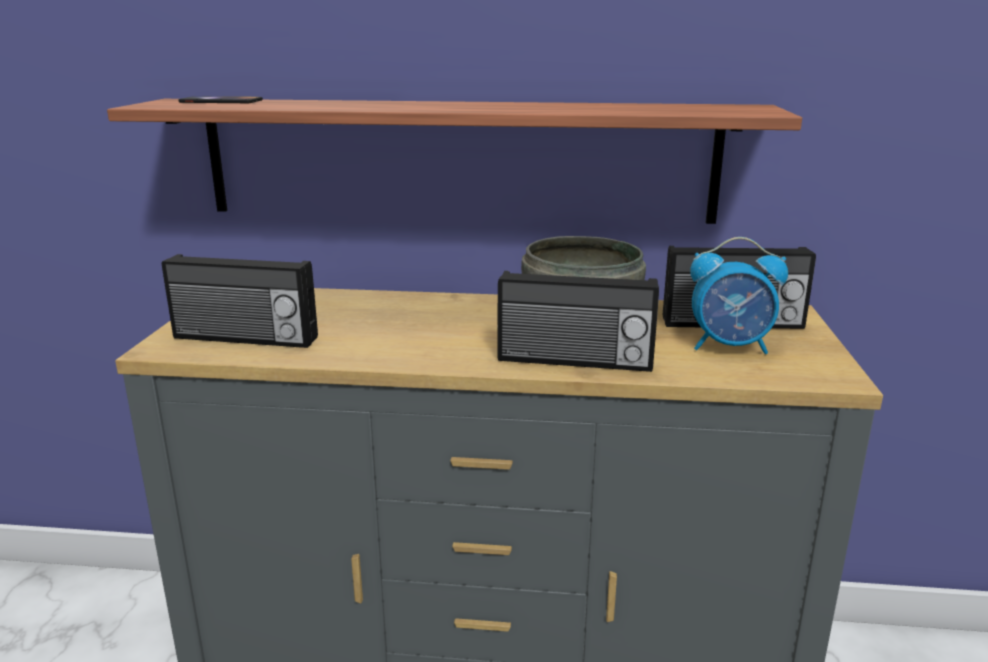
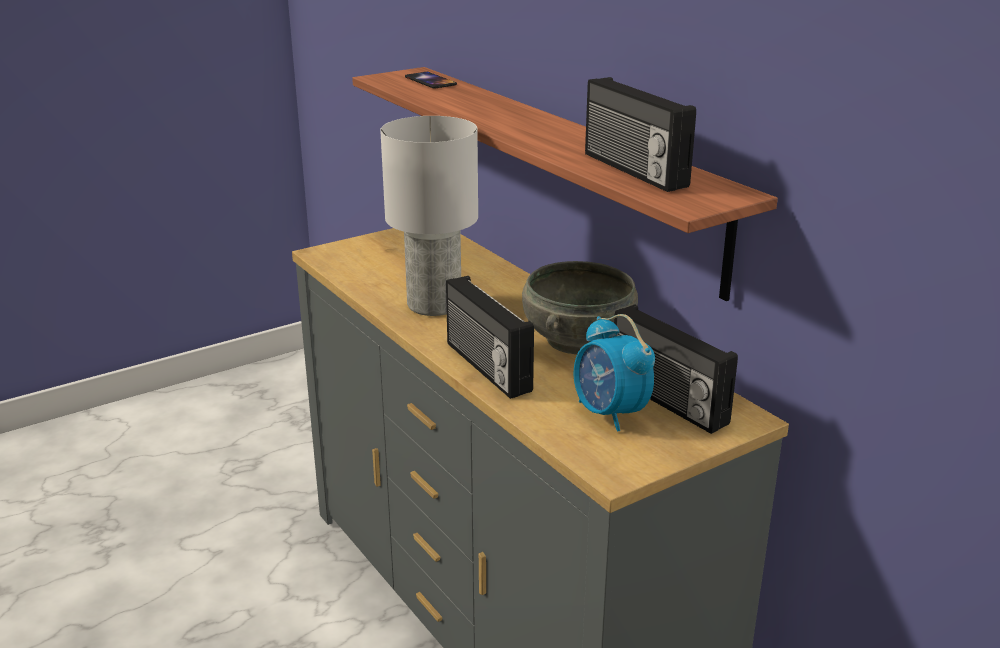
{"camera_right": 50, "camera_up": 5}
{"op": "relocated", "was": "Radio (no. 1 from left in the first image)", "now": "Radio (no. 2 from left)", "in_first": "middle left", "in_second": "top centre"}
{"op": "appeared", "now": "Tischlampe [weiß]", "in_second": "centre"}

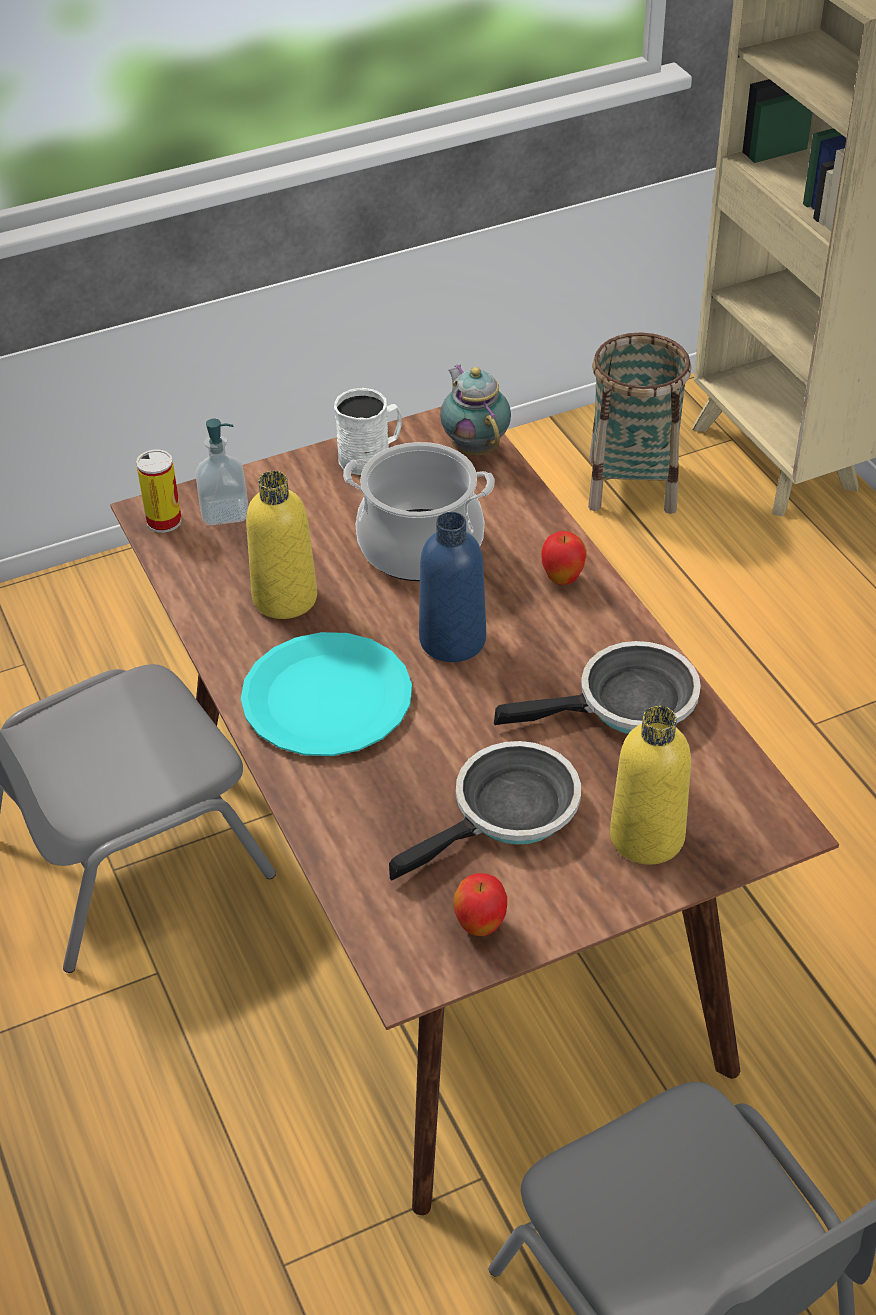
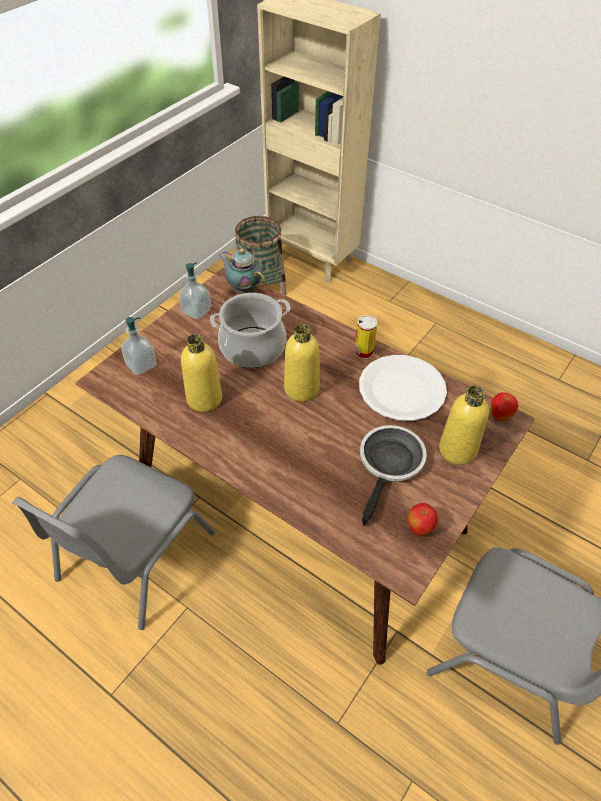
{"camera_right": -30, "camera_up": 5}
{"op": "exchanged", "was": "Henkelbecher [weiß]", "now": "Seifenspender (no. 2 from left)", "in_first": "top centre", "in_second": "middle left"}
{"op": "relocated", "was": "Dose", "in_first": "middle left", "in_second": "centre"}
{"op": "colour", "was": "Flasche [blau]", "now": "Flasche [gelb] (no. 2 from left)", "in_first": "centre", "in_second": "centre"}
{"op": "relocated", "was": "Apfel (no. 2 from left)", "in_first": "centre", "in_second": "middle right"}
{"op": "missing", "was": "Teller [türkis]", "in_first": "centre"}
{"op": "exchanged", "was": "Pfanne (no. 2 from left)", "now": "Teller [weiß]", "in_first": "middle right", "in_second": "middle right"}

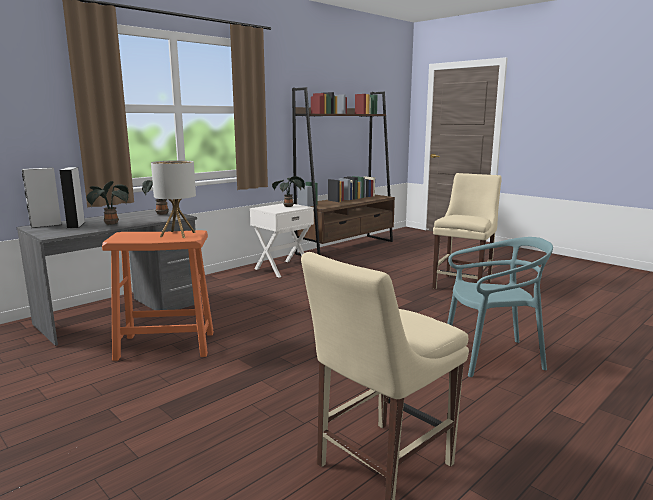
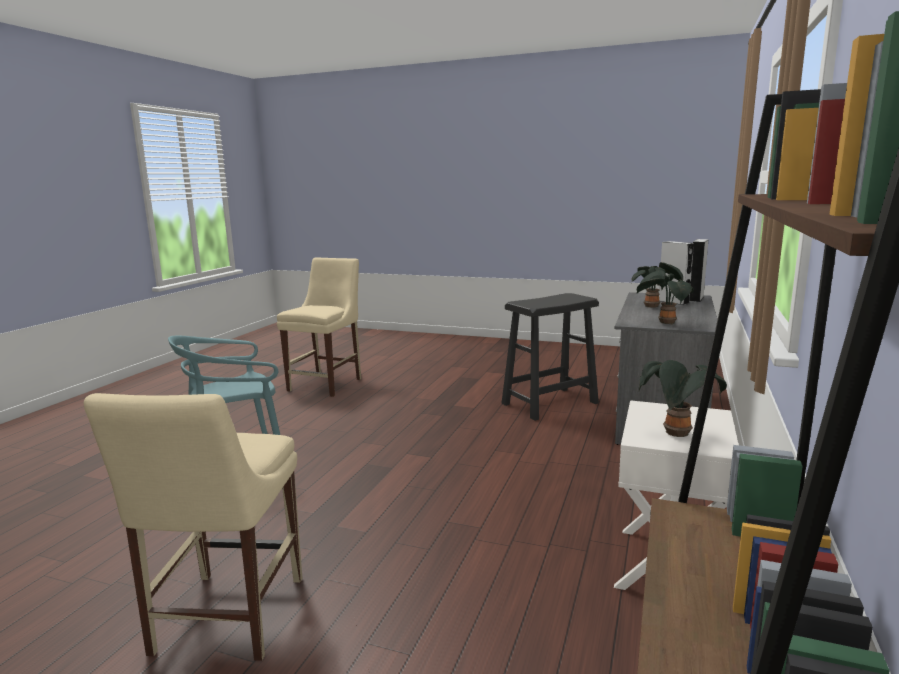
{"camera_right": 155, "camera_up": 0}
{"op": "missing", "was": "Tischlampe", "in_first": "middle left"}
{"op": "colour", "was": "Hocker [orange]", "now": "Hocker [schwarz]", "in_first": "middle left", "in_second": "centre"}

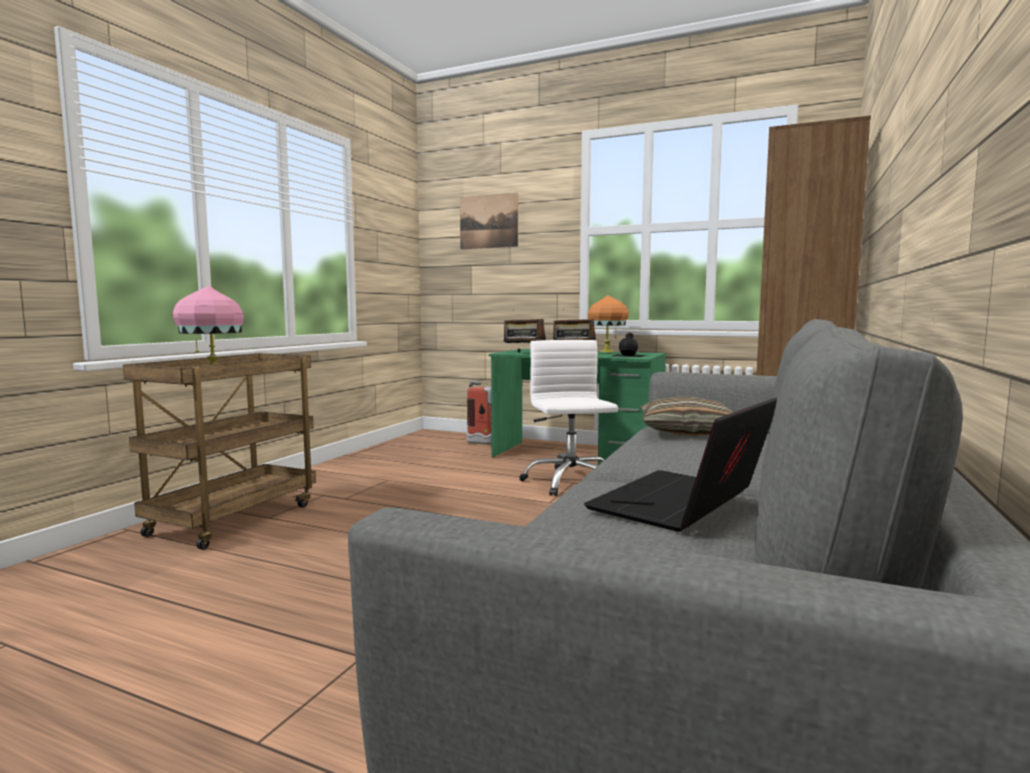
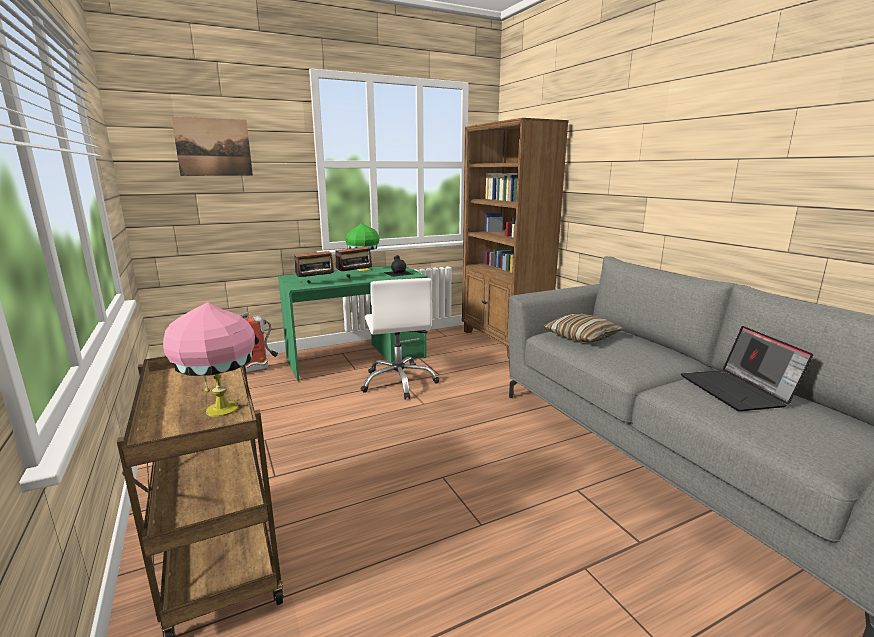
{"camera_right": -50, "camera_up": 10}
{"op": "colour", "was": "Tischlampe [orange]", "now": "Tischlampe [grün]", "in_first": "centre", "in_second": "centre"}
{"op": "spun", "was": "Bürostuhl [weiß]", "in_first": "centre", "in_second": "centre", "clockwise": -135}

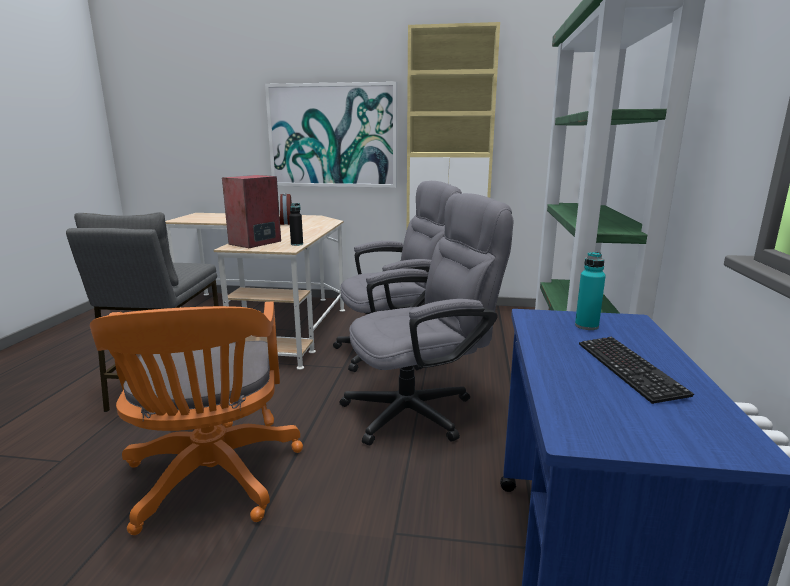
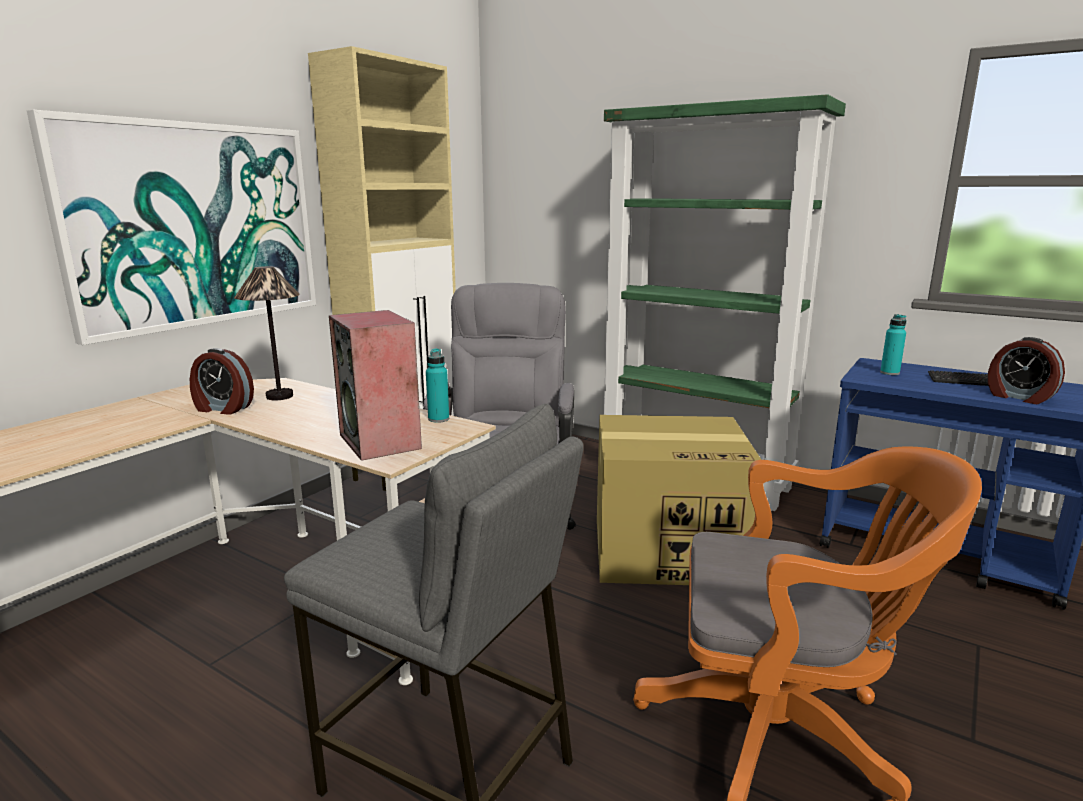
{"camera_right": -65, "camera_up": 0}
{"op": "exchanged", "was": "Bürostuhl [grau] (no. 2 from left)", "now": "Karton", "in_first": "centre", "in_second": "centre"}
{"op": "colour", "was": "Flasche [schwarz]", "now": "Flasche [türkis] (no. 1 from left)", "in_first": "centre", "in_second": "centre"}
{"op": "appeared", "now": "Tischlampe", "in_second": "middle left"}
{"op": "appeared", "now": "Wecker (no. 2 from left)", "in_second": "middle right"}

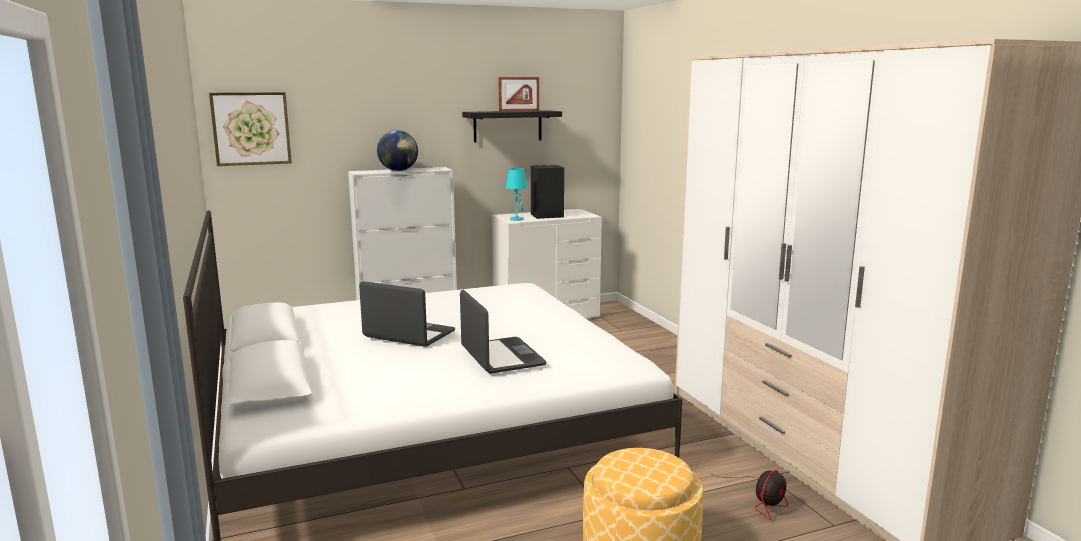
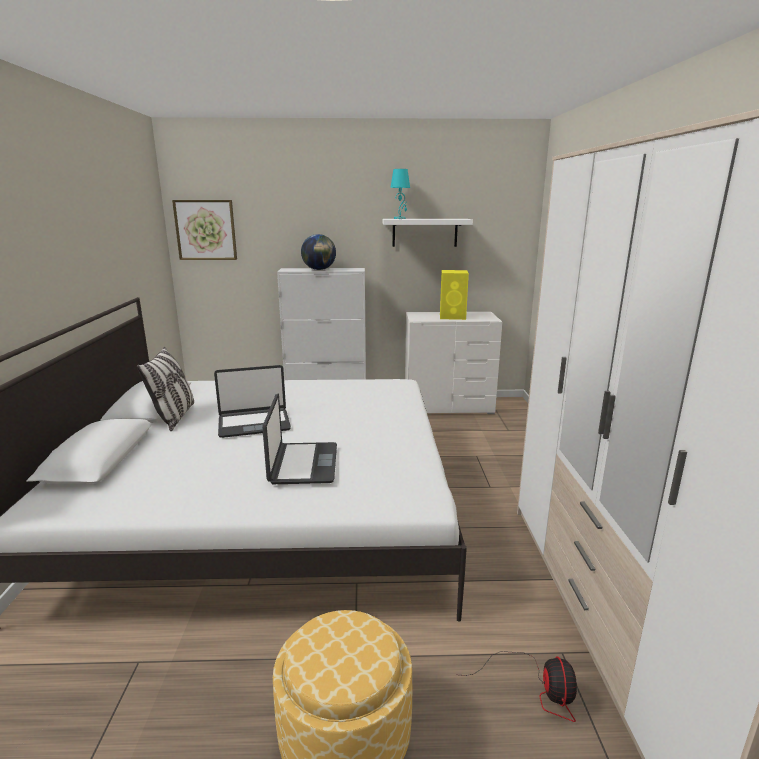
{"camera_right": 20, "camera_up": 5}
{"op": "missing", "was": "Bilderrahmen", "in_first": "top centre"}
{"op": "colour", "was": "Wandregal [schwarz]", "now": "Wandregal [weiß]", "in_first": "top centre", "in_second": "top centre"}
{"op": "colour", "was": "Lautsprecher [schwarz]", "now": "Lautsprecher [gelb]", "in_first": "centre", "in_second": "centre"}
{"op": "relocated", "was": "Tischlampe [türkis]", "in_first": "centre", "in_second": "top centre"}
{"op": "spun", "was": "Laptop (no. 1 from left)", "in_first": "centre", "in_second": "middle left", "clockwise": 120}
{"op": "spun", "was": "Ventilator", "in_first": "bottom right", "in_second": "bottom right", "clockwise": -60}
{"op": "appeared", "now": "Kissen", "in_second": "middle left"}

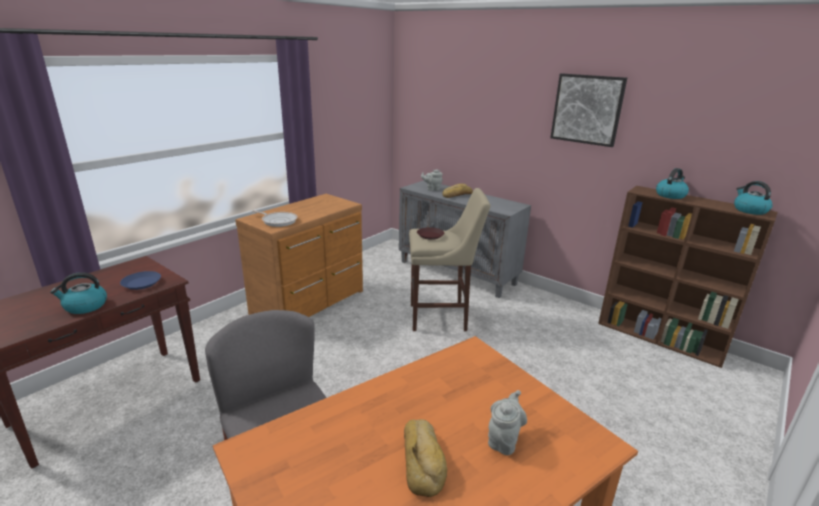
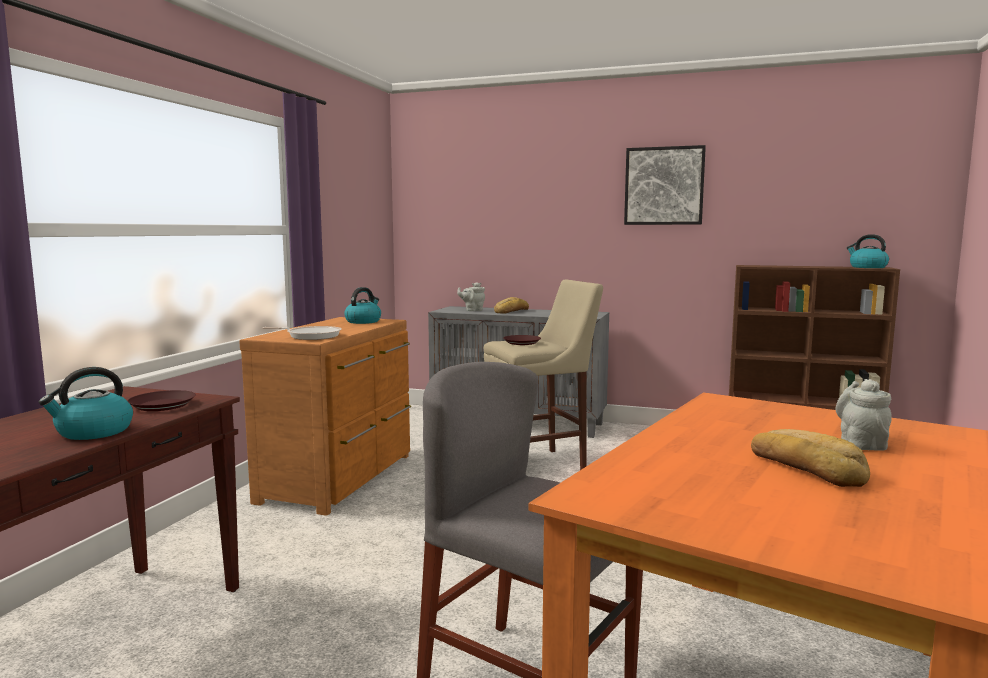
{"camera_right": -20, "camera_up": -15}
{"op": "relocated", "was": "Wasserkessel (no. 2 from left)", "in_first": "middle right", "in_second": "centre"}
{"op": "colour", "was": "Teller [blau]", "now": "Teller [braun] (no. 1 from left)", "in_first": "middle left", "in_second": "middle left"}

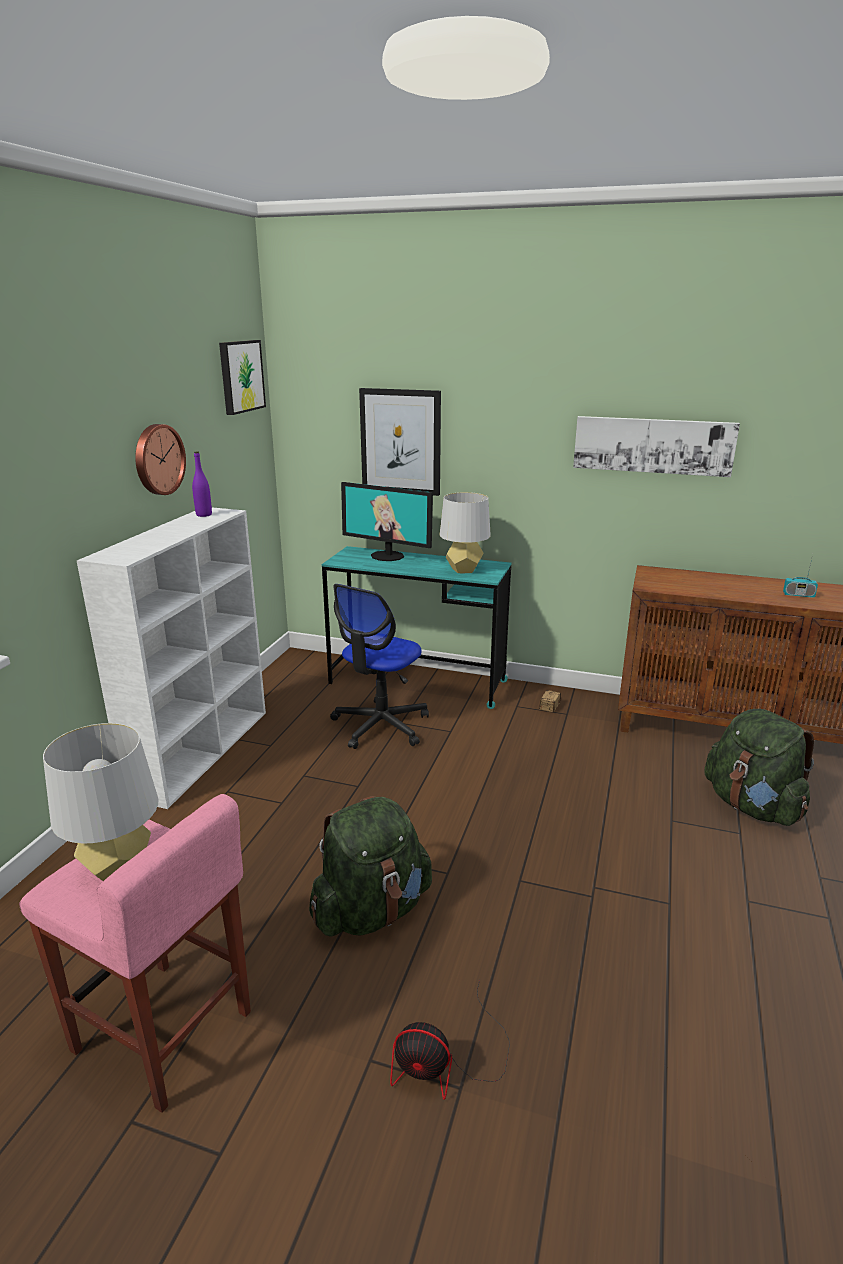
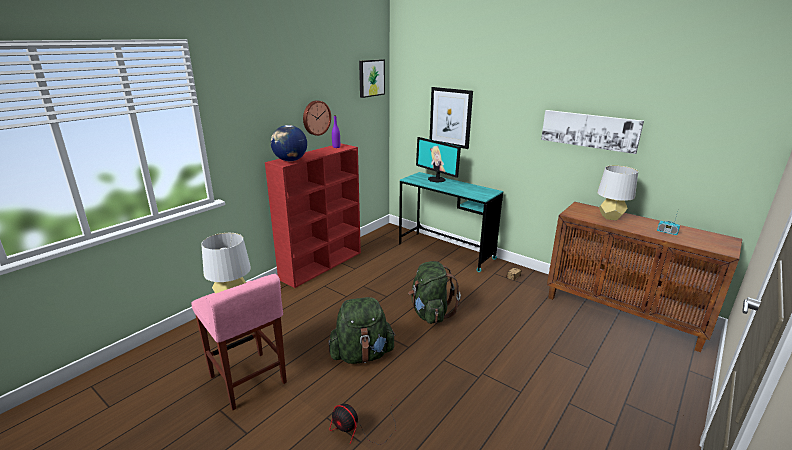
{"camera_right": 20, "camera_up": 0}
{"op": "relocated", "was": "Tischlampe [grau] (no. 2 from left)", "in_first": "centre", "in_second": "middle right"}
{"op": "colour", "was": "Bücherregal [weiß]", "now": "Bücherregal [rot]", "in_first": "middle left", "in_second": "centre"}
{"op": "missing", "was": "Bürostuhl", "in_first": "centre"}
{"op": "relocated", "was": "Rucksack [grün] (no. 2 from left)", "in_first": "middle right", "in_second": "centre"}
{"op": "appeared", "now": "Globus", "in_second": "top centre"}

